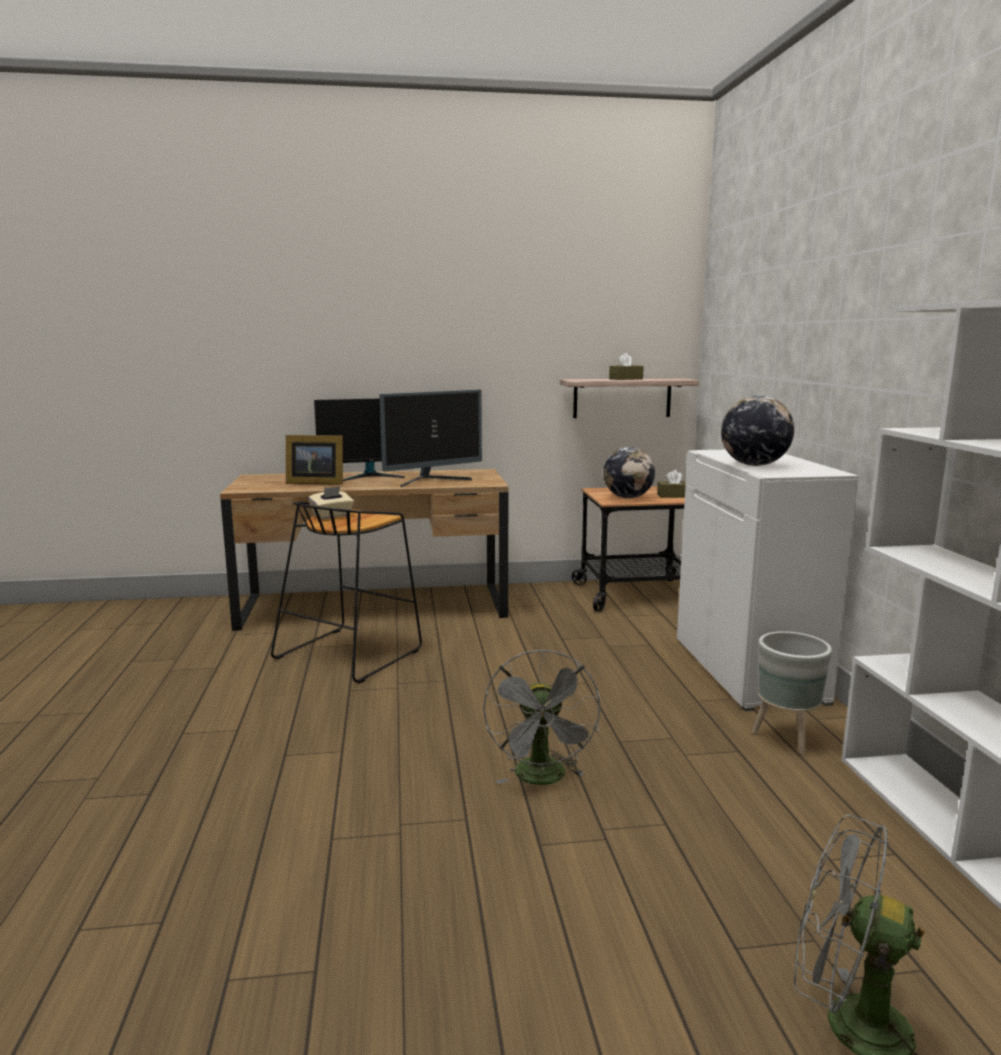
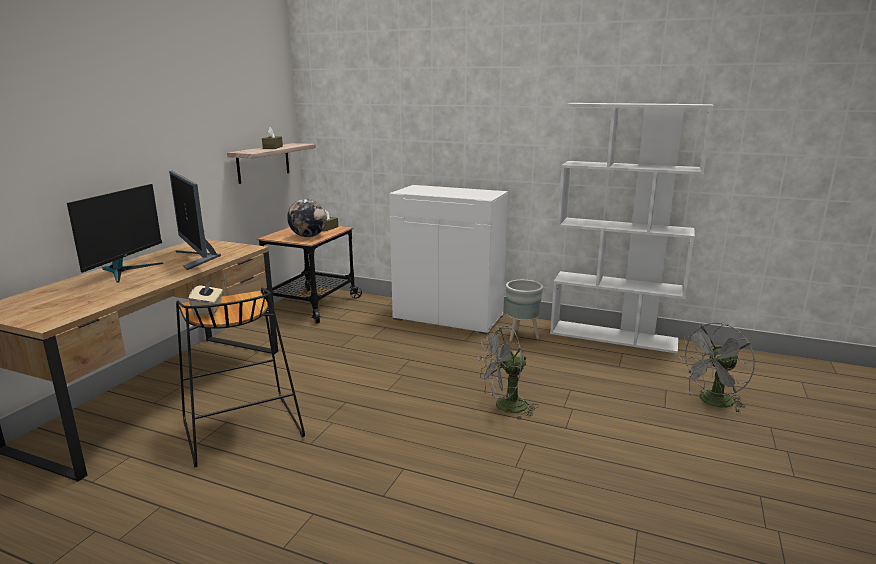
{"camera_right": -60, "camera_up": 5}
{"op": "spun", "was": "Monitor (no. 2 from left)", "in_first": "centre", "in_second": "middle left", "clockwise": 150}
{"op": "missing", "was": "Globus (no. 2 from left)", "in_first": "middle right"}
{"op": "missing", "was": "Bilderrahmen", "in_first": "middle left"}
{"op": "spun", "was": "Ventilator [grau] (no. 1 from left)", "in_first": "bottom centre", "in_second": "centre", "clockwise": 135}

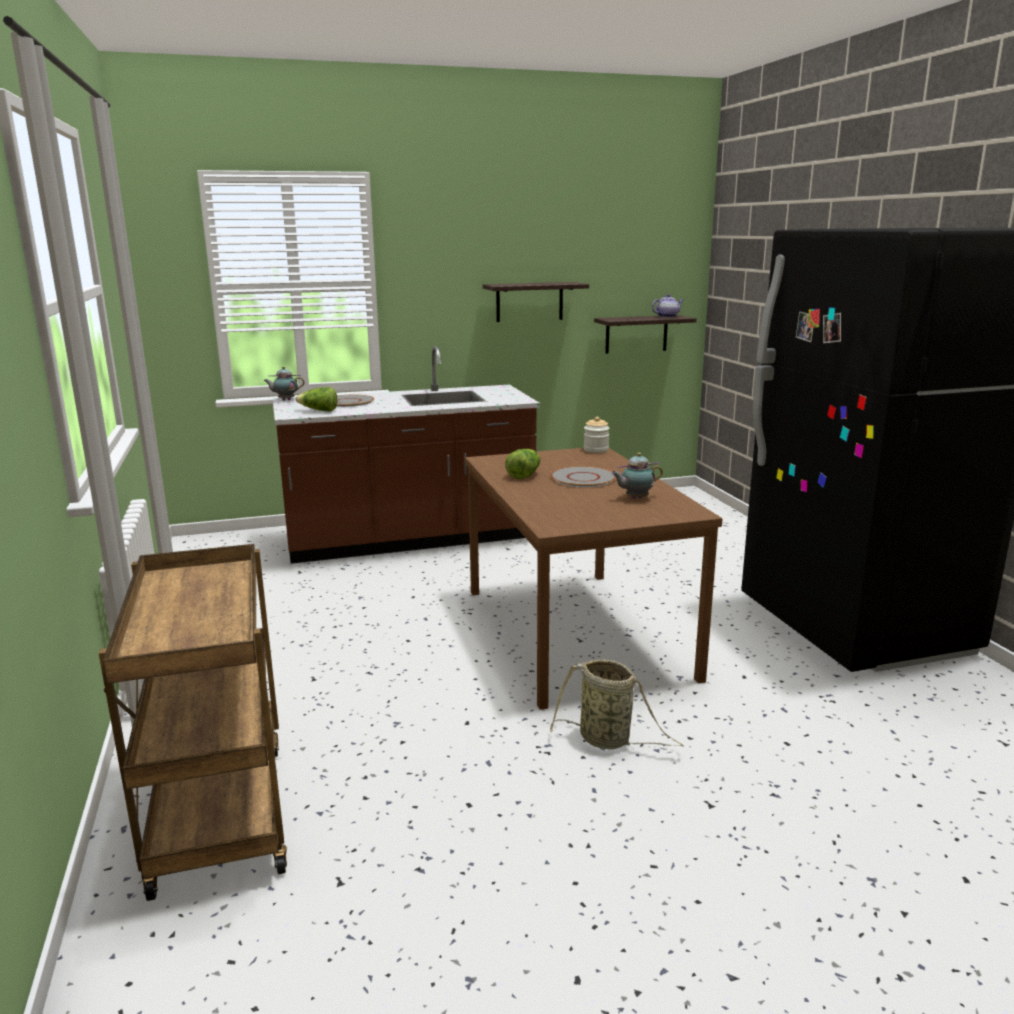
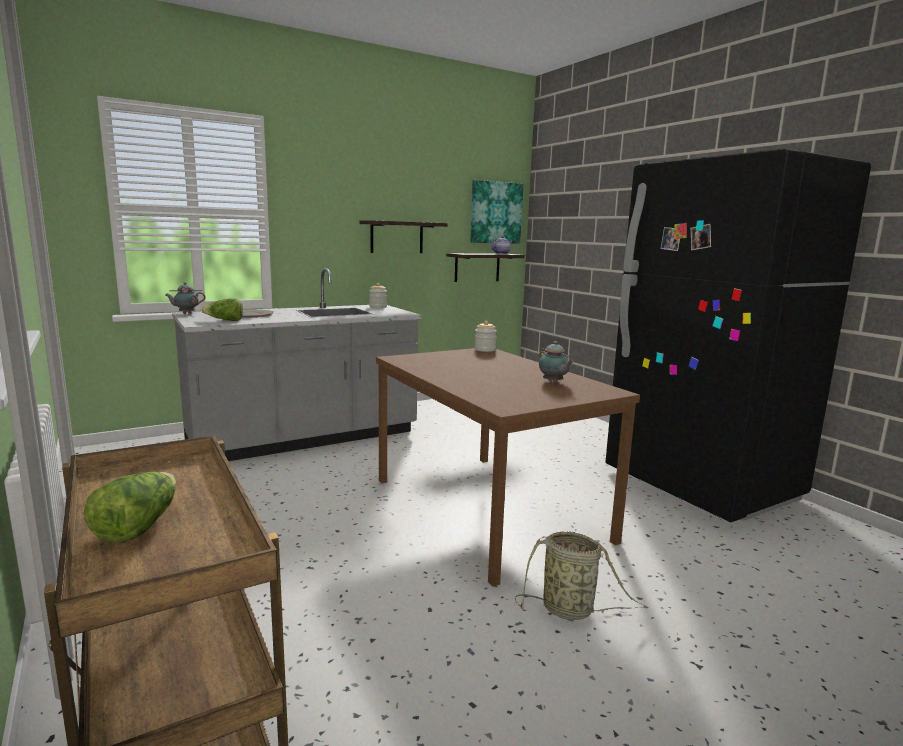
{"camera_right": -15, "camera_up": -5}
{"op": "colour", "was": "Küchenzeile [braun]", "now": "Küchenzeile [grau]", "in_first": "centre", "in_second": "middle left"}
{"op": "relocated", "was": "Salatkopf (no. 2 from left in the first image)", "now": "Salatkopf (no. 1 from left)", "in_first": "centre", "in_second": "bottom left"}
{"op": "spun", "was": "Teekanne (no. 2 from left in the first image)", "in_first": "centre", "in_second": "centre", "clockwise": -90}
{"op": "missing", "was": "Teller [grau] (no. 2 from left)", "in_first": "centre"}
{"op": "appeared", "now": "Bild", "in_second": "top centre"}
{"op": "appeared", "now": "Vorratsglas (no. 1 from left)", "in_second": "centre"}

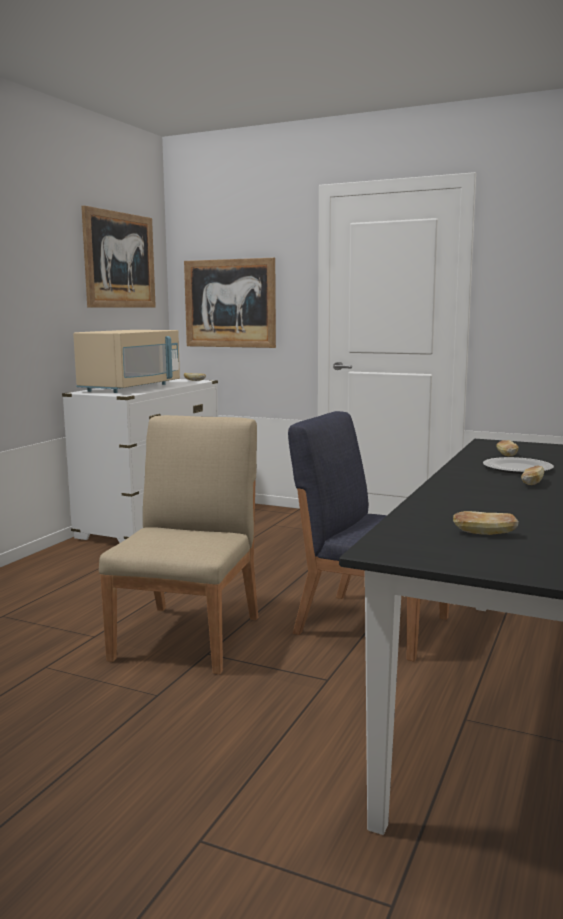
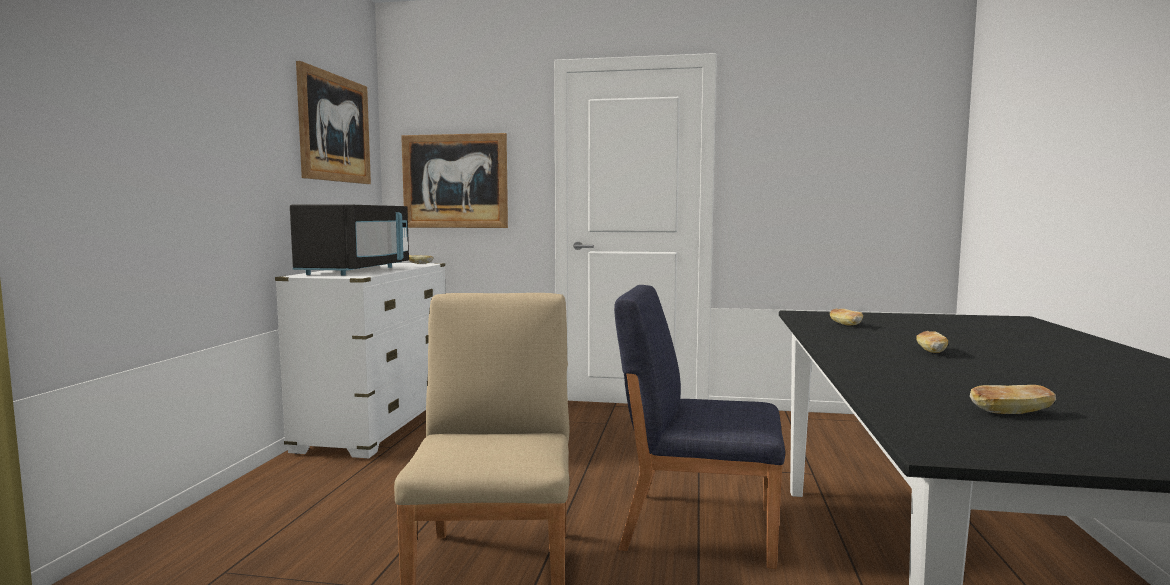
{"camera_right": -15, "camera_up": -5}
{"op": "colour", "was": "Mikrowelle [beige]", "now": "Mikrowelle [schwarz]", "in_first": "middle left", "in_second": "middle left"}
{"op": "missing", "was": "Teller", "in_first": "middle right"}

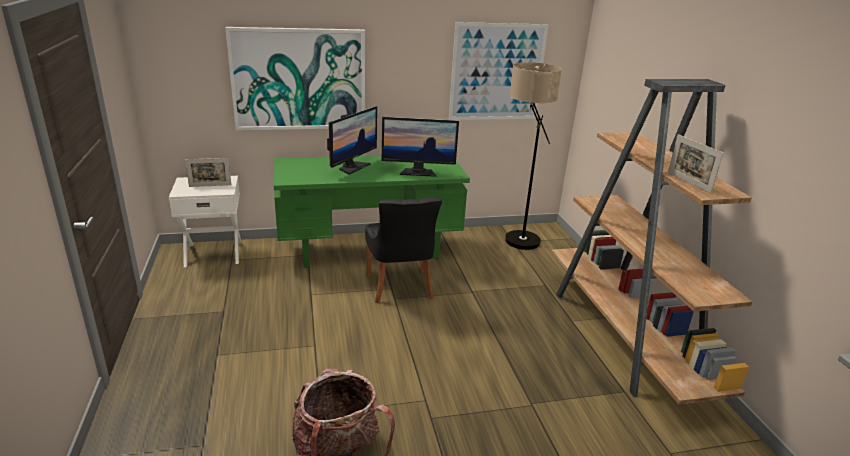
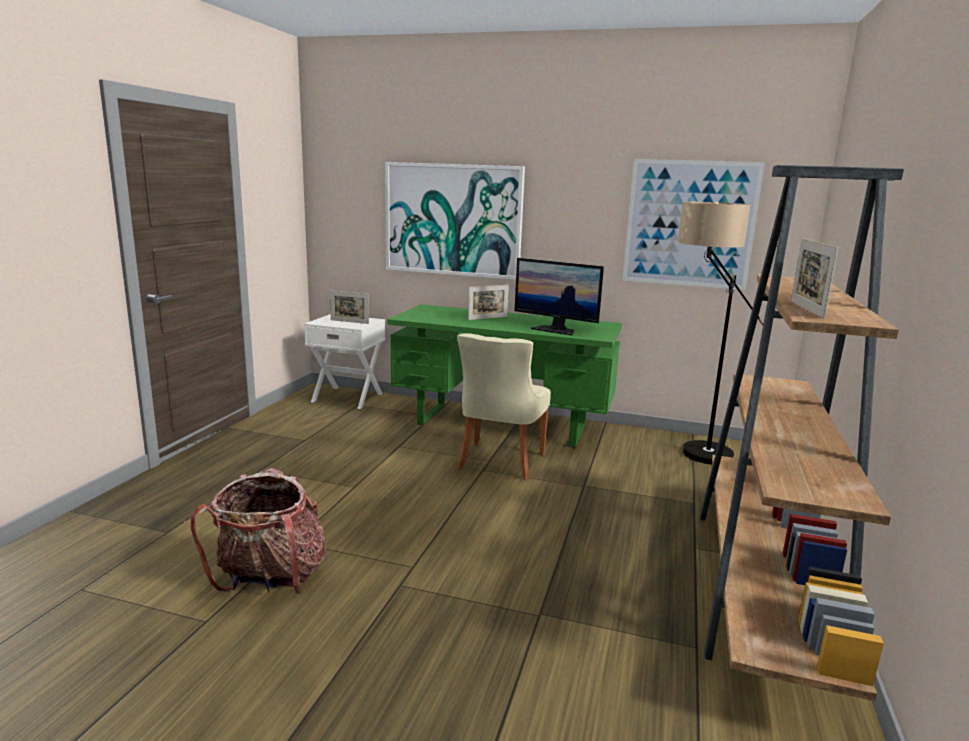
{"camera_right": 30, "camera_up": -10}
{"op": "exchanged", "was": "Monitor (no. 1 from left)", "now": "Bilderrahmen (no. 2 from left)", "in_first": "top centre", "in_second": "centre"}
{"op": "colour", "was": "Stuhl [schwarz]", "now": "Stuhl [beige]", "in_first": "centre", "in_second": "centre"}

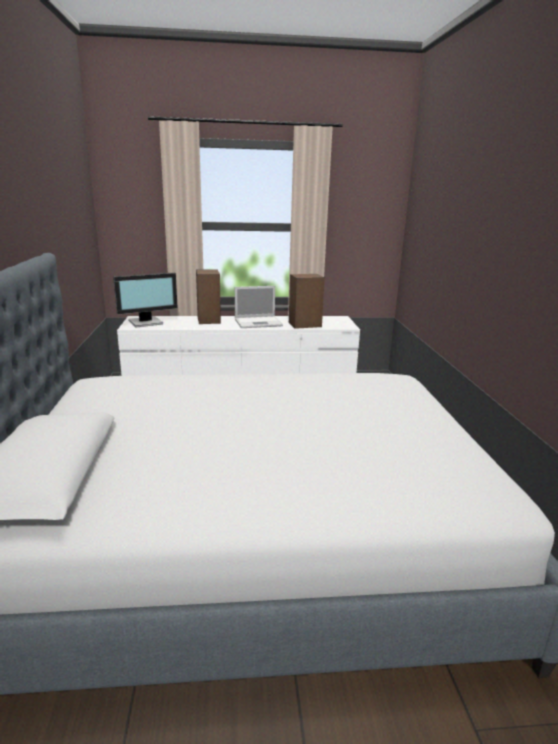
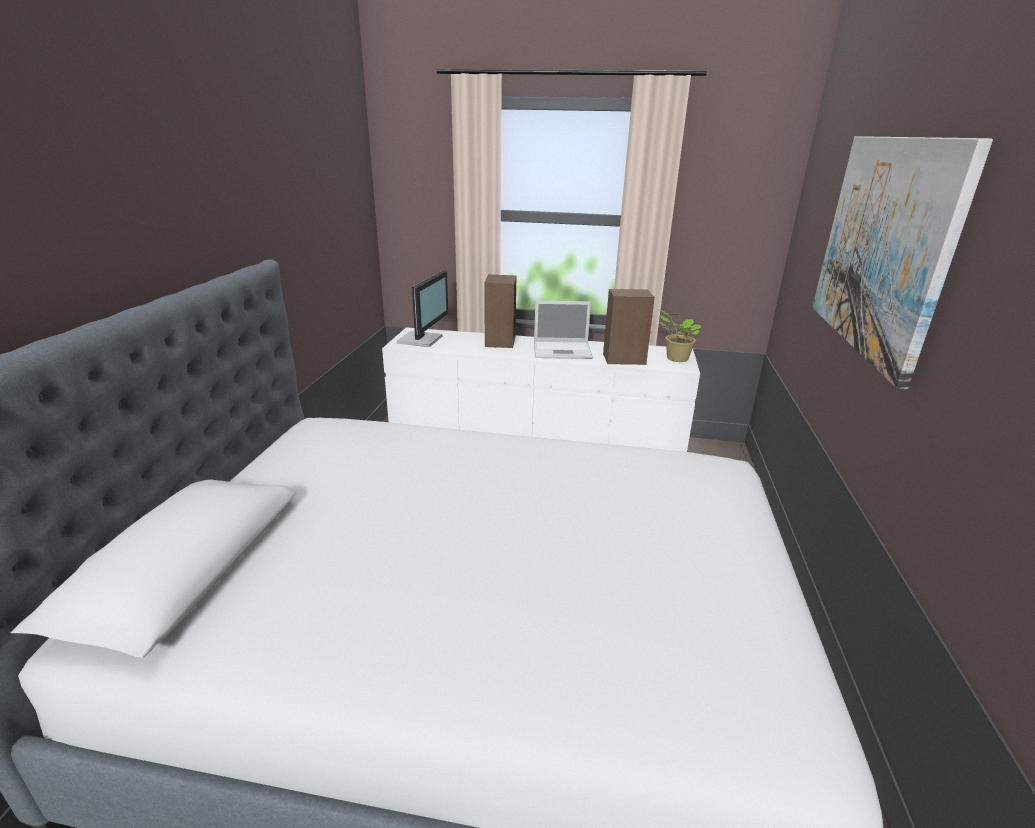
{"camera_right": 15, "camera_up": 5}
{"op": "spun", "was": "Monitor", "in_first": "middle left", "in_second": "centre", "clockwise": -60}
{"op": "appeared", "now": "Bild", "in_second": "top right"}
{"op": "appeared", "now": "Topfpflanze", "in_second": "centre"}

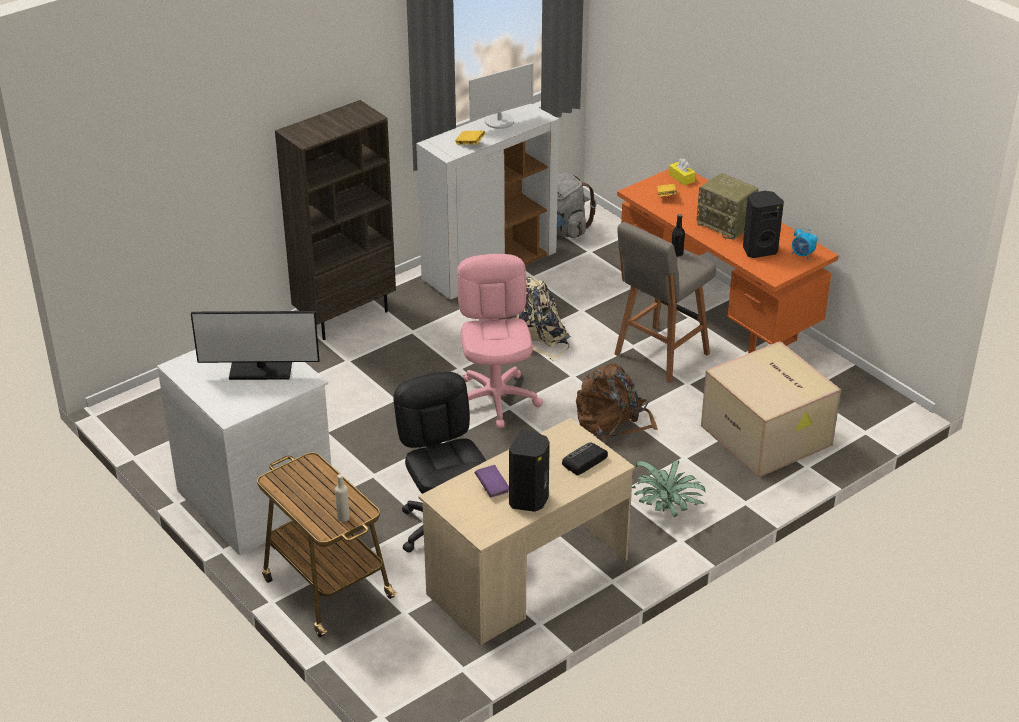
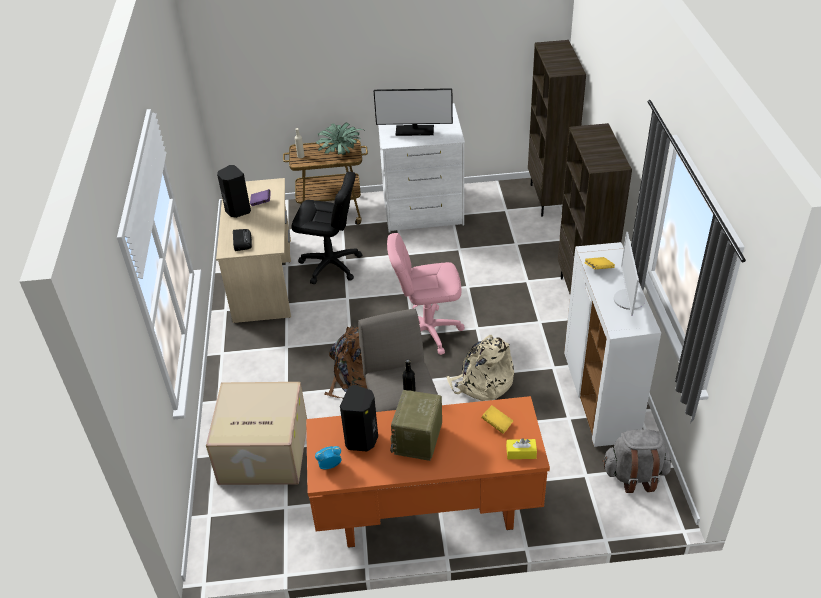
{"camera_right": 125, "camera_up": 5}
{"op": "spun", "was": "Radio (no. 2 from left)", "in_first": "top right", "in_second": "bottom centre", "clockwise": -60}
{"op": "spun", "was": "Bürostuhl [rosa]", "in_first": "centre", "in_second": "centre", "clockwise": 150}
{"op": "spun", "was": "Monitor (no. 1 from left)", "in_first": "middle left", "in_second": "top centre", "clockwise": -120}
{"op": "relocated", "was": "Topfpflanze", "in_first": "bottom centre", "in_second": "top centre"}
{"op": "appeared", "now": "Bücherregal [braun] (no. 1 from left)", "in_second": "top right"}

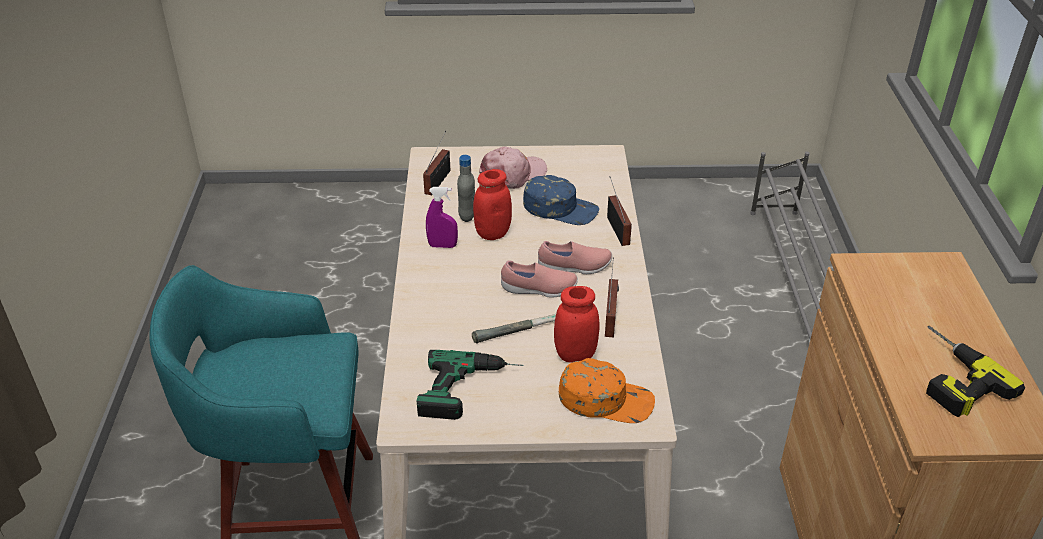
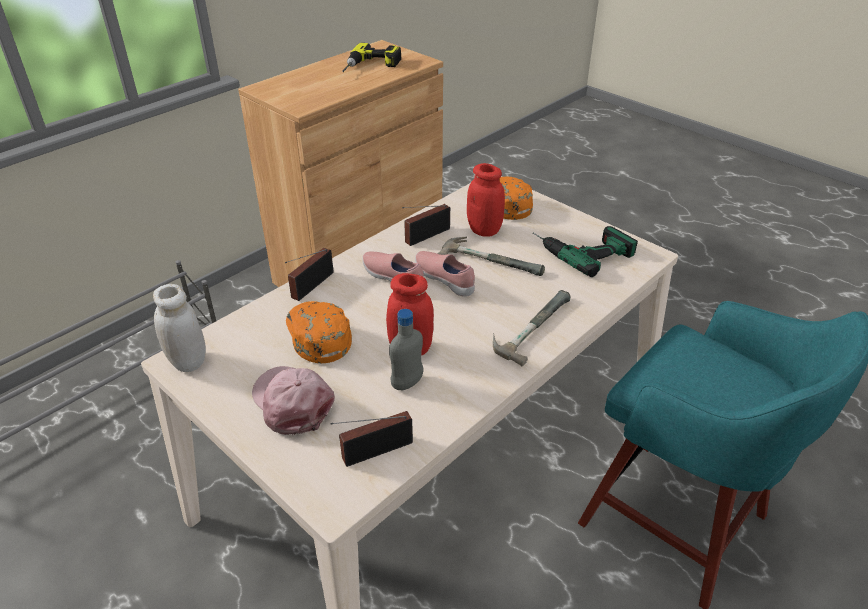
{"camera_right": -135, "camera_up": 0}
{"op": "spun", "was": "Kappe [rosa]", "in_first": "top centre", "in_second": "centre", "clockwise": 45}
{"op": "colour", "was": "Kappe [blau]", "now": "Kappe [orange] (no. 1 from left)", "in_first": "centre", "in_second": "centre"}
{"op": "missing", "was": "Sprühflasche [lila]", "in_first": "centre"}
{"op": "appeared", "now": "Vorratsglas [weiß]", "in_second": "middle left"}
{"op": "appeared", "now": "Hammer (no. 2 from left)", "in_second": "centre"}

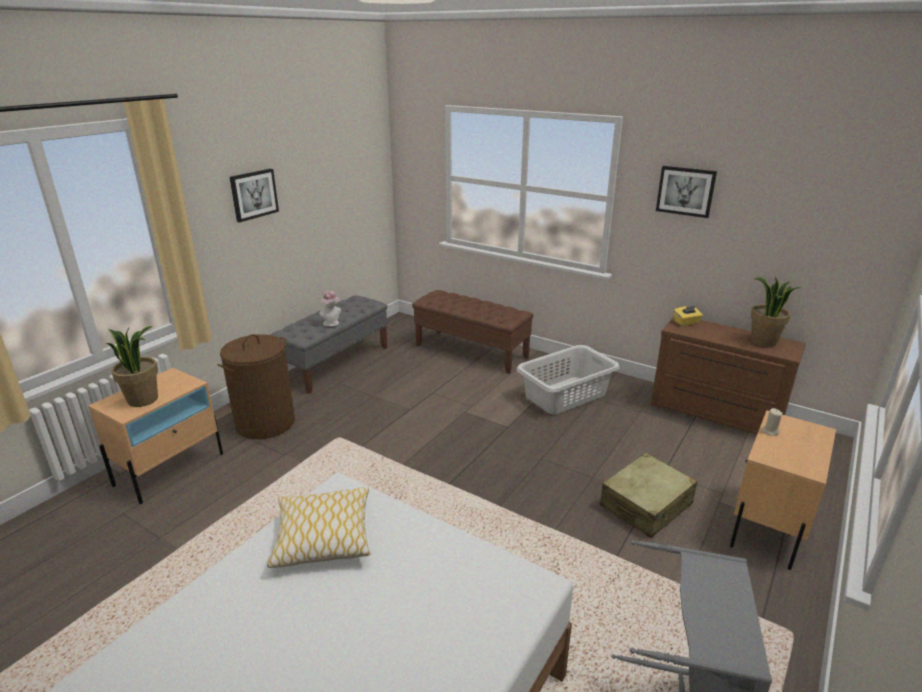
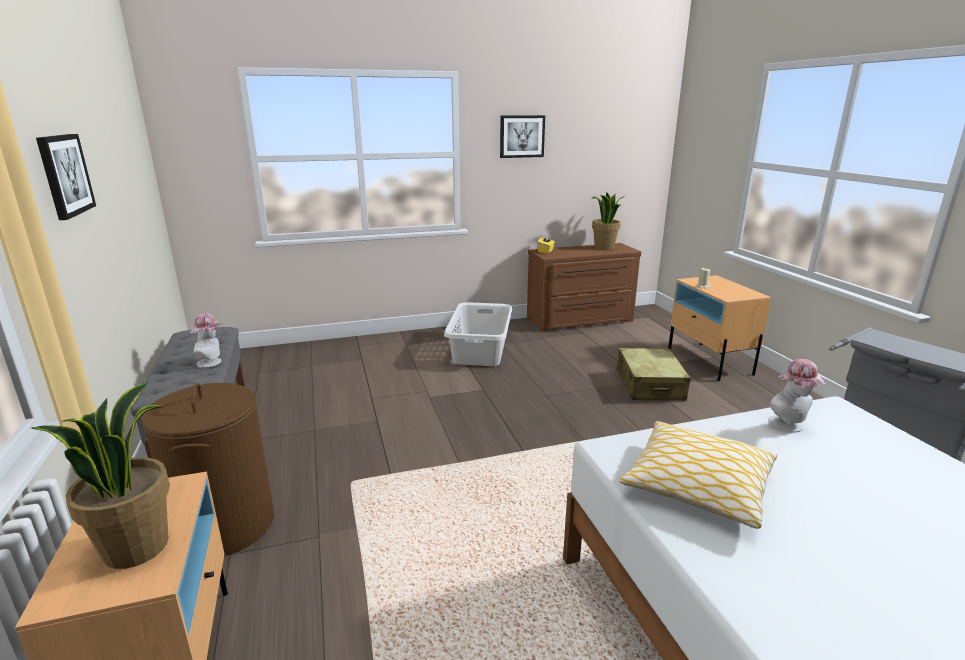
{"camera_right": -50, "camera_up": -5}
{"op": "missing", "was": "Bank [braun]", "in_first": "centre"}
{"op": "appeared", "now": "Hut (no. 2 from left)", "in_second": "middle right"}

